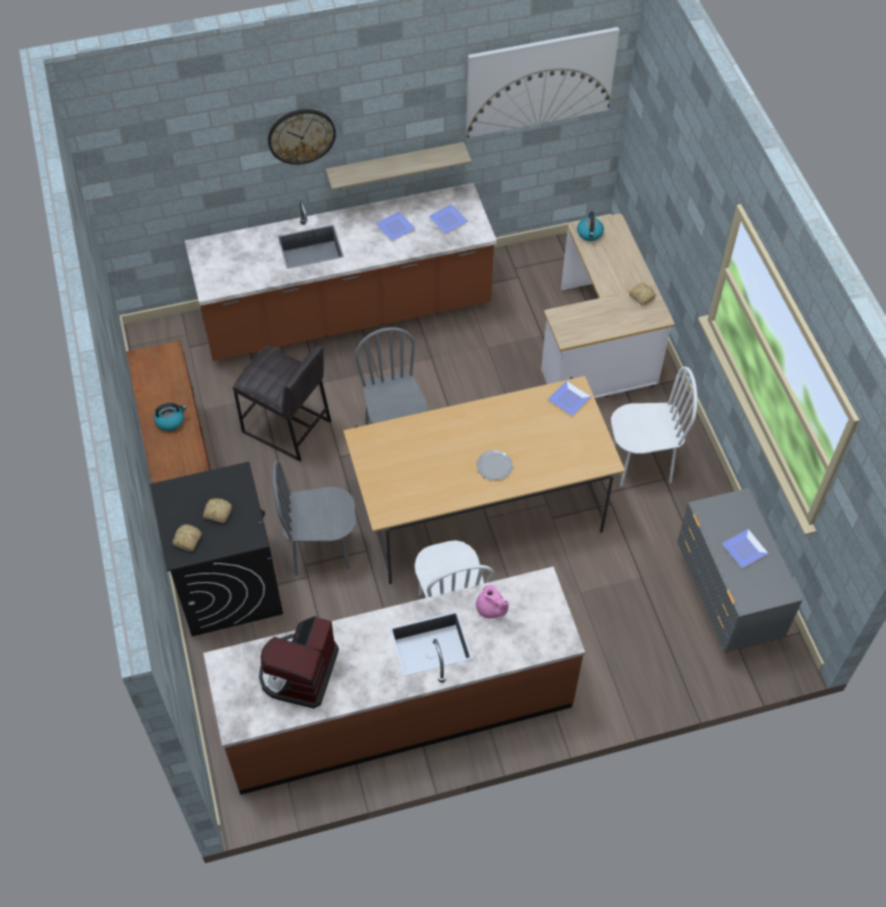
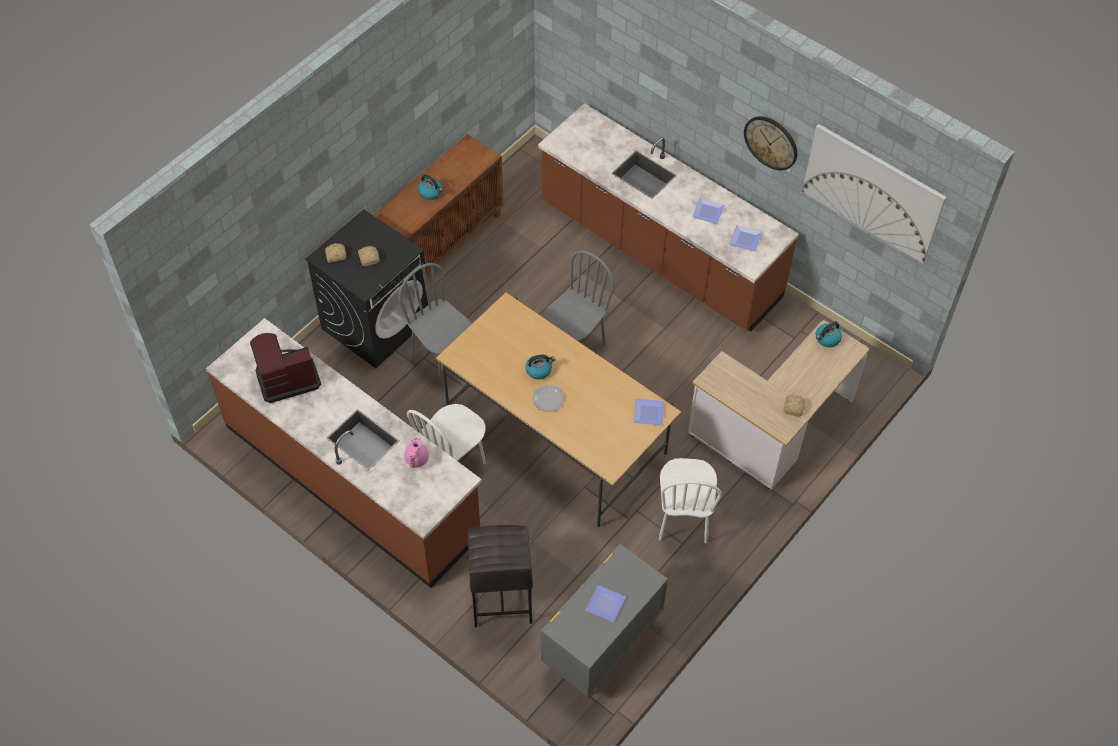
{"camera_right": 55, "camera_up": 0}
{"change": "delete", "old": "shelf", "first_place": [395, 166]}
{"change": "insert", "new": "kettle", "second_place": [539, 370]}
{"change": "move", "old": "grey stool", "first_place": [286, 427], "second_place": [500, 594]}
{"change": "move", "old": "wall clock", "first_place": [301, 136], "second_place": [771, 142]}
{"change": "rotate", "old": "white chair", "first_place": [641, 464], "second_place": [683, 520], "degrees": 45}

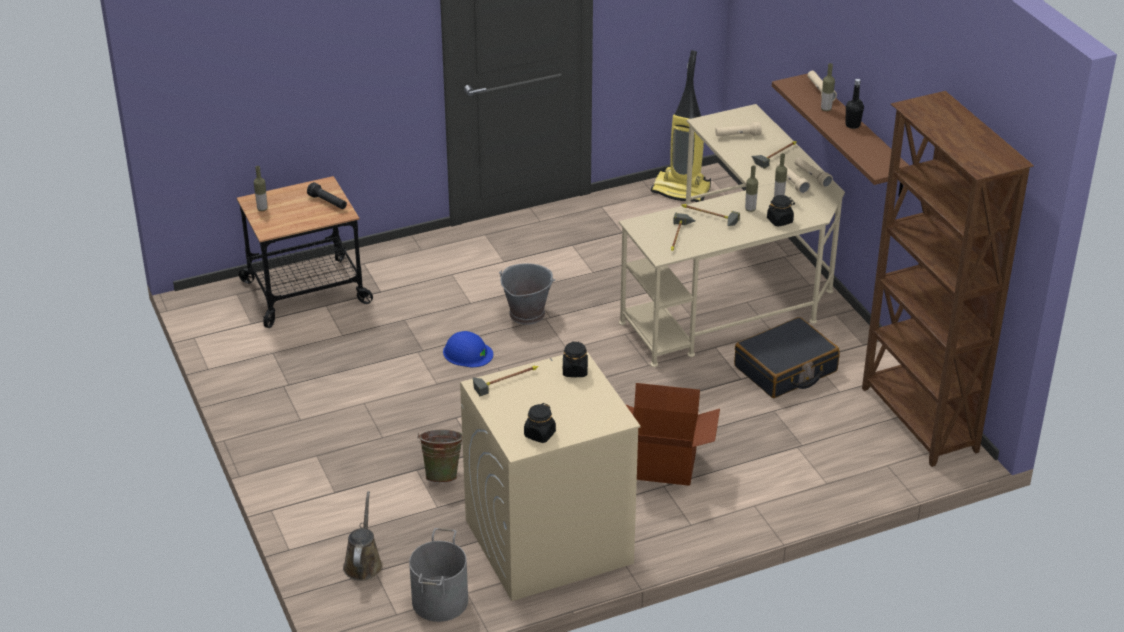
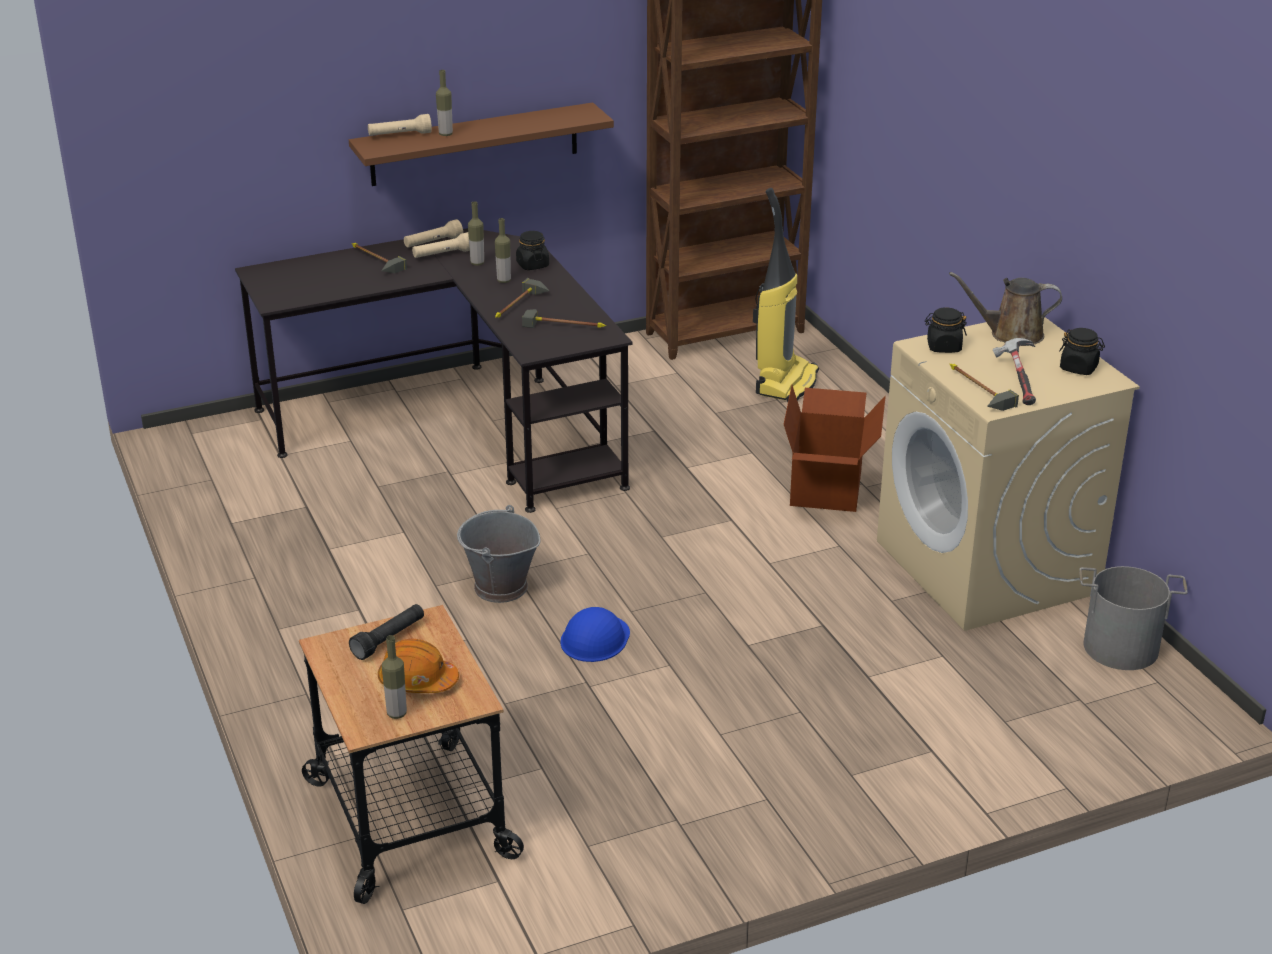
{"camera_right": -90, "camera_up": -5}
{"change": "delete", "old": "green bucket", "first_place": [443, 474]}
{"change": "delete", "old": "beige flashlight", "first_place": [737, 136]}
{"change": "delete", "old": "black suitcase", "first_place": [785, 369]}
{"change": "delete", "old": "black bottle", "first_place": [852, 125]}
{"change": "insert", "new": "orange hard hat", "second_place": [417, 681]}
{"change": "insert", "new": "hammer", "second_place": [1018, 380]}
{"change": "move", "old": "brown watering can", "first_place": [363, 563], "second_place": [1011, 334]}
{"change": "move", "old": "vacuum cleaner", "first_place": [682, 190], "second_place": [785, 383]}
{"change": "recolor", "old": "beige desk", "new": "black desk", "first_place": [736, 286], "second_place": [457, 425]}

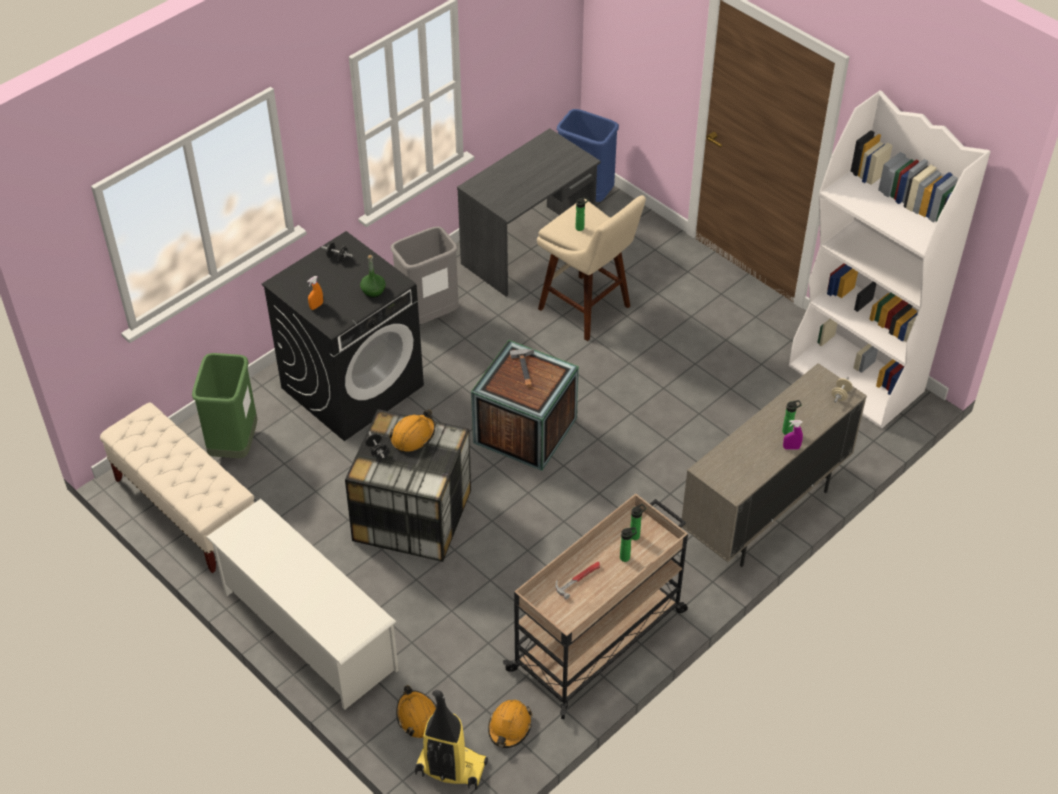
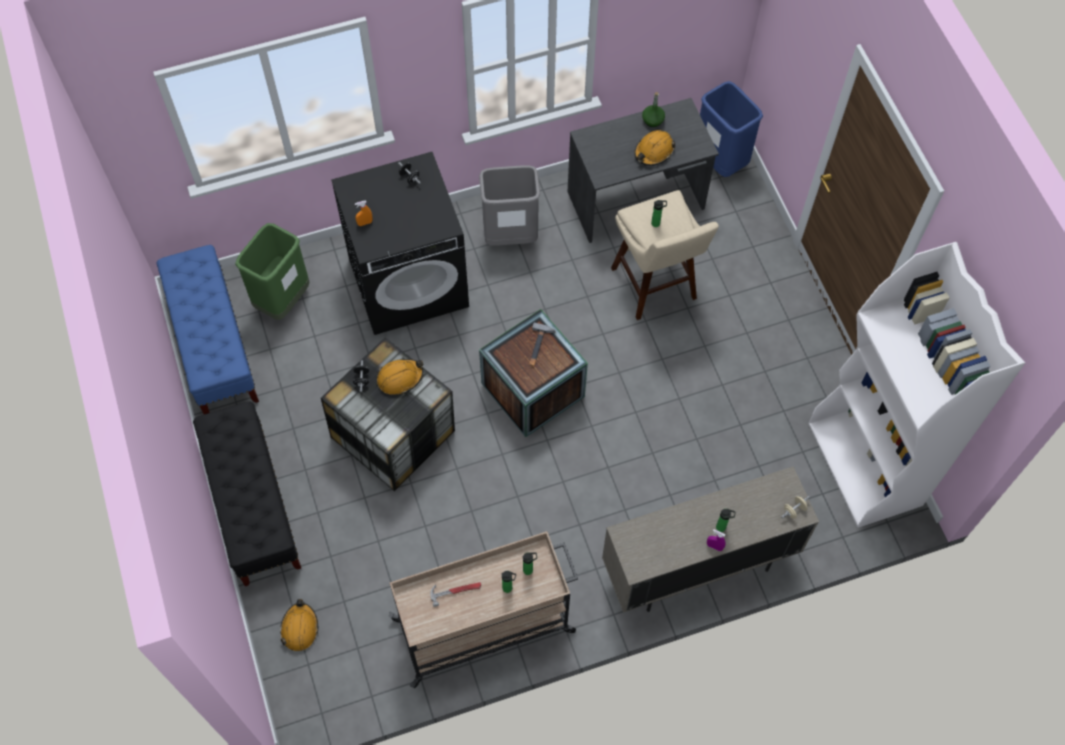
{"camera_right": 25, "camera_up": 15}
{"change": "delete", "old": "vacuum cleaner", "first_place": [450, 769]}
{"change": "move", "old": "green bottle", "first_place": [373, 291], "second_place": [652, 120]}
{"change": "move", "old": "orange hard hat", "first_place": [509, 727], "second_place": [653, 151]}
{"change": "replace", "old": "white shoe rack", "new": "black bench", "first_place": [308, 630], "second_place": [254, 507]}
{"change": "recolor", "old": "beige bench", "new": "blue bench", "first_place": [186, 509], "second_place": [215, 347]}

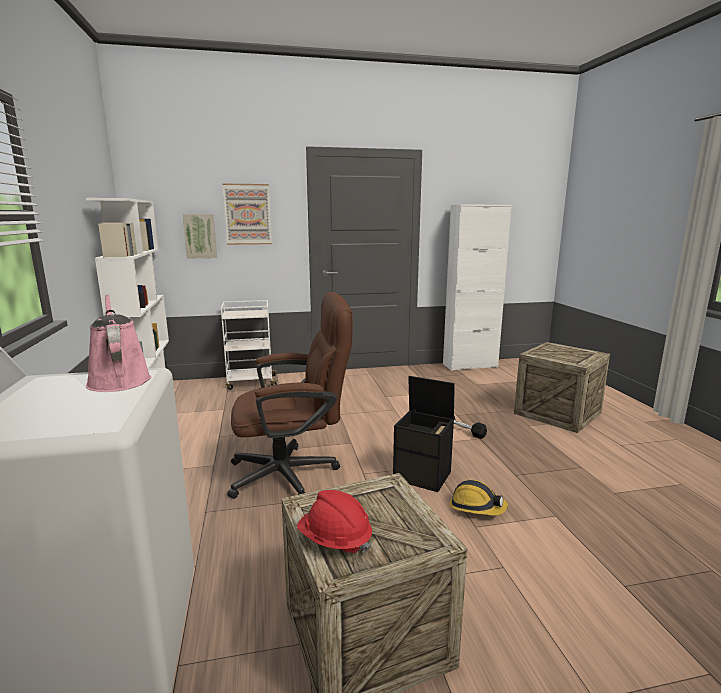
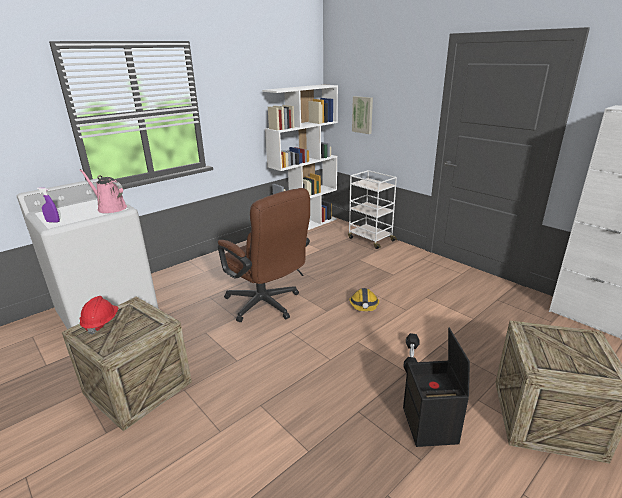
{"camera_right": 60, "camera_up": 10}
{"change": "delete", "old": "picture", "first_place": [247, 214]}
{"change": "insert", "new": "purple spray bottle", "second_place": [53, 221]}
{"change": "move", "old": "black storage box", "first_place": [423, 476], "second_place": [431, 426]}
{"change": "move", "old": "hard hat", "first_place": [476, 507], "second_place": [364, 305]}
{"change": "rotate", "old": "pink watering can", "first_place": [119, 379], "second_place": [110, 208], "degrees": -90}

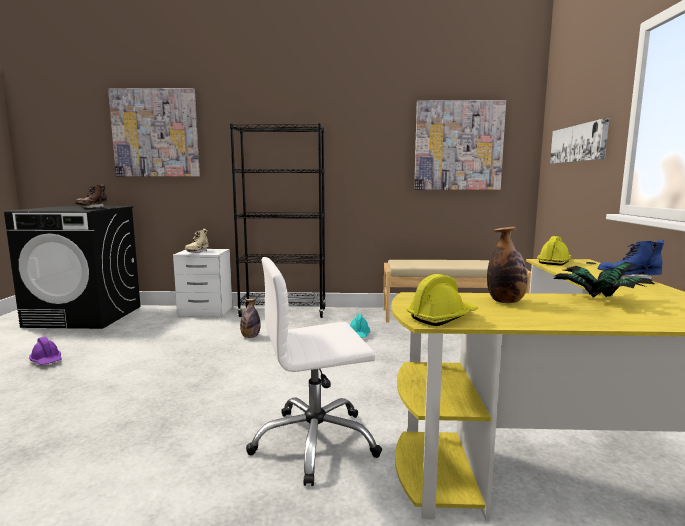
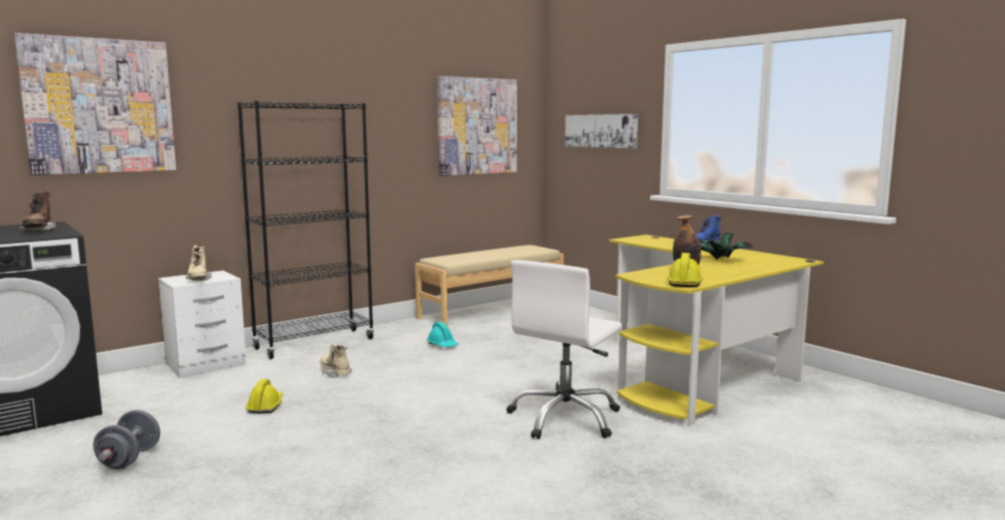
{"camera_right": -40, "camera_up": 0}
{"change": "move", "old": "yellow hard hat", "first_place": [554, 262], "second_place": [265, 406]}
{"change": "replace", "old": "purple hard hat", "new": "grey dumbbell", "first_place": [47, 361], "second_place": [129, 459]}
{"change": "replace", "old": "bottle", "new": "beige boot", "first_place": [250, 337], "second_place": [335, 372]}

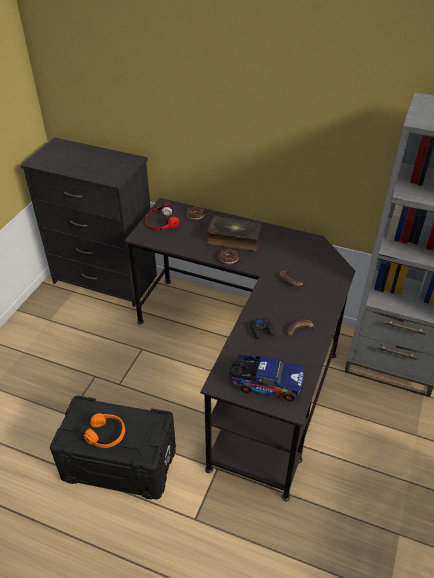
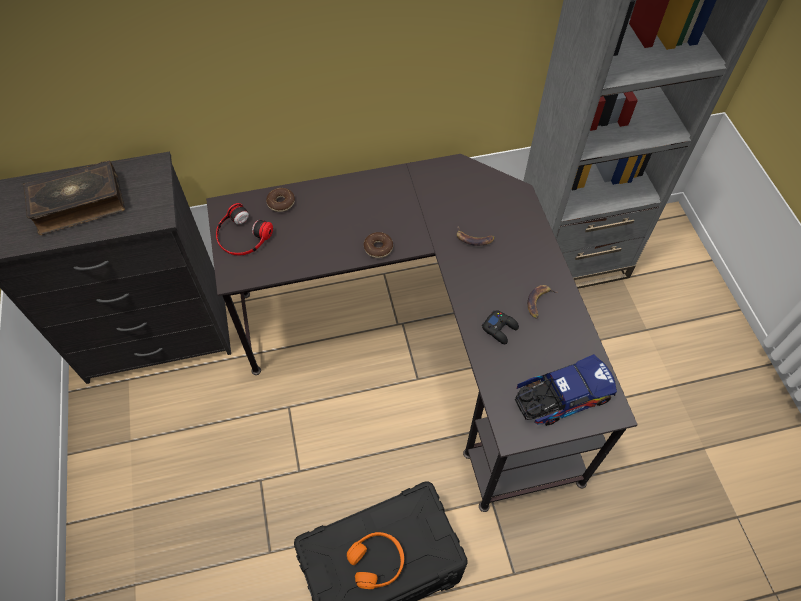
{"camera_right": -35, "camera_up": 15}
{"change": "move", "old": "book", "first_place": [234, 239], "second_place": [79, 205]}

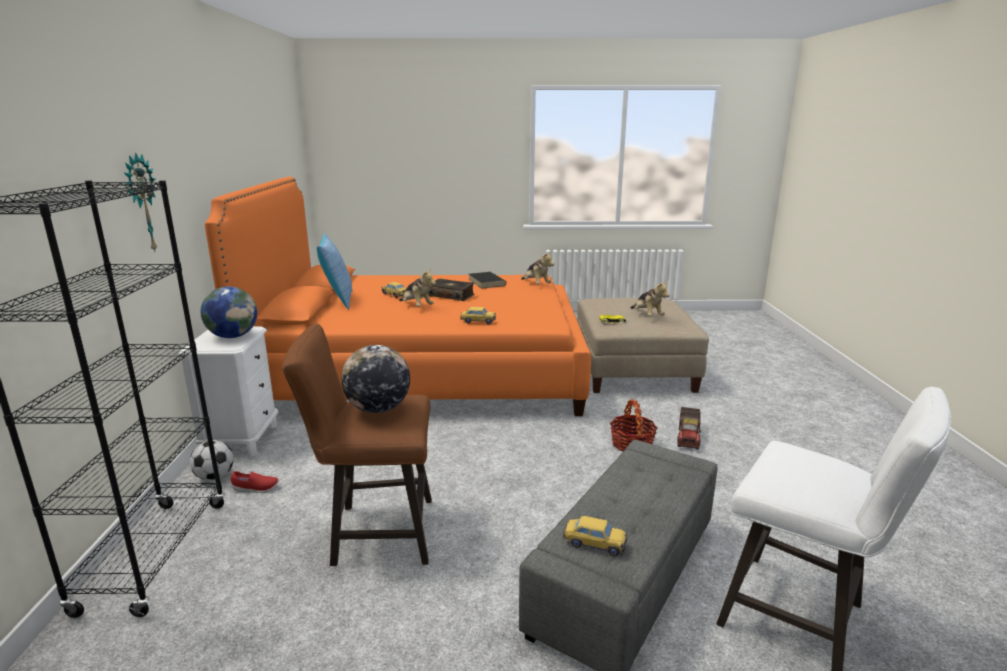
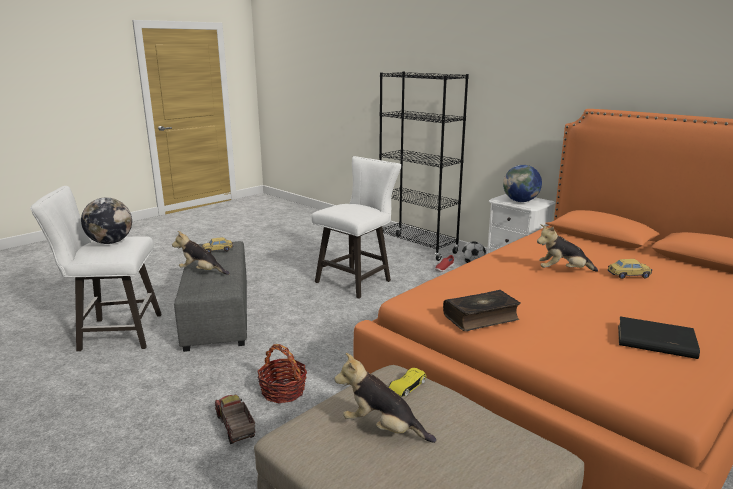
{"camera_right": 135, "camera_up": 0}
{"change": "delete", "old": "wall clock", "first_place": [141, 204]}
{"change": "delete", "old": "pillow", "first_place": [338, 300]}
{"change": "delete", "old": "toy car", "first_place": [478, 322]}
{"change": "move", "old": "globe", "first_place": [378, 409], "second_place": [110, 242]}
{"change": "move", "old": "book", "first_place": [451, 295], "second_place": [481, 318]}
{"change": "move", "old": "plush toy", "first_place": [536, 284], "second_place": [201, 272]}
{"change": "recolor", "old": "brown stool", "new": "white stool", "first_place": [374, 532], "second_place": [357, 280]}

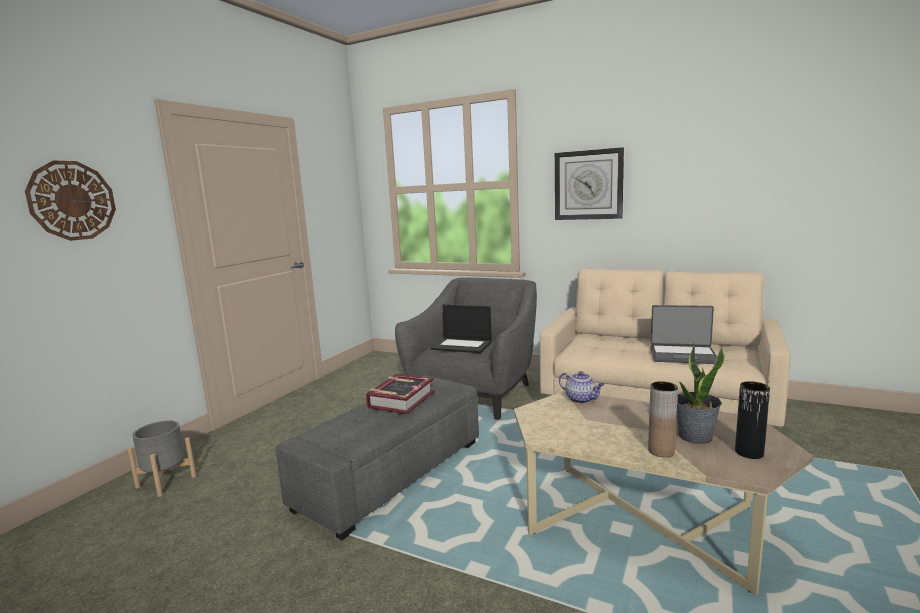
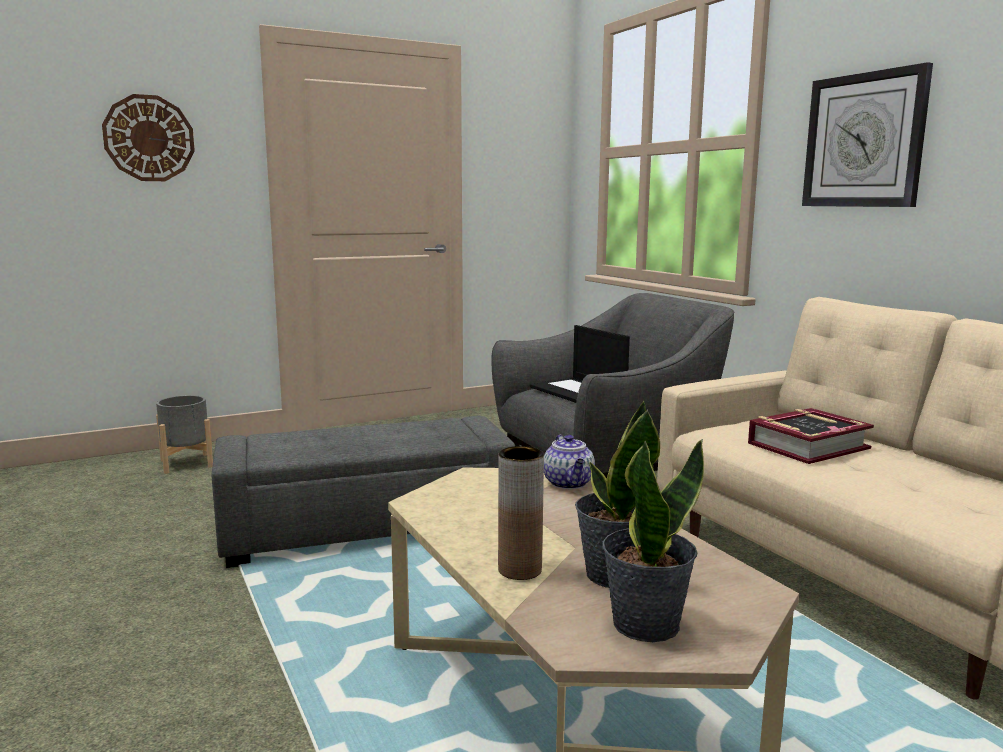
{"camera_right": 35, "camera_up": 0}
{"change": "delete", "old": "laptop", "first_place": [683, 355]}
{"change": "move", "old": "book", "first_place": [401, 399], "second_place": [807, 446]}
{"change": "replace", "old": "black vase", "new": "potted plant", "first_place": [749, 452], "second_place": [644, 623]}

